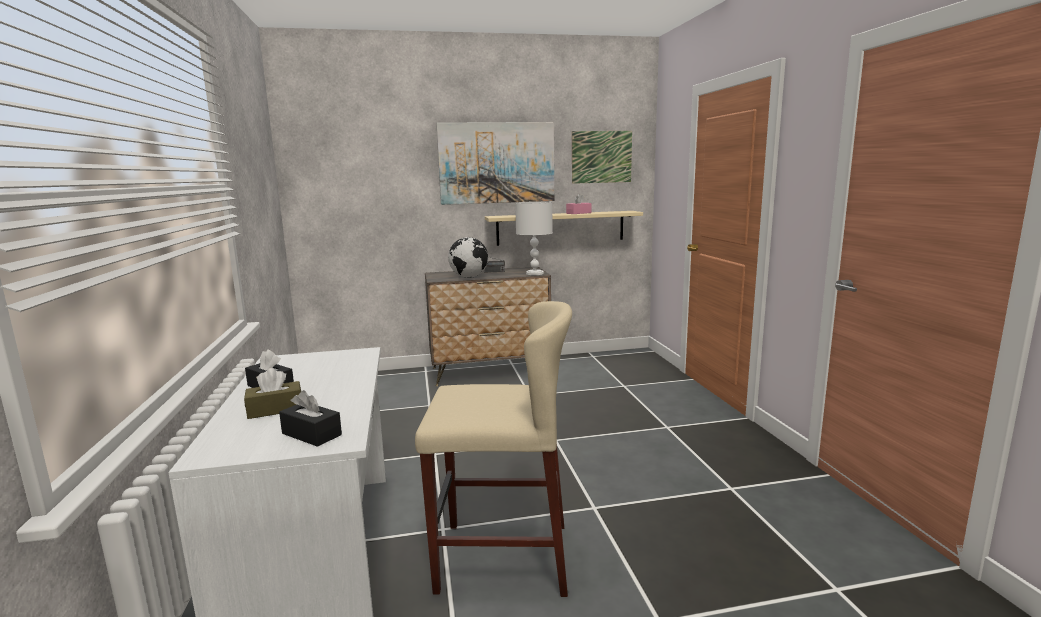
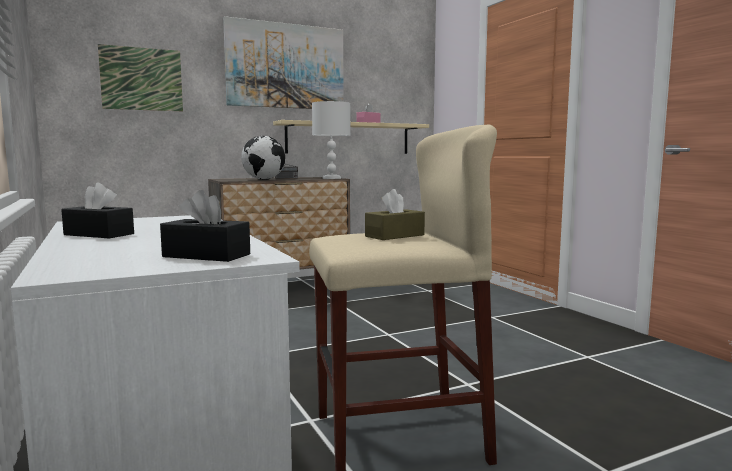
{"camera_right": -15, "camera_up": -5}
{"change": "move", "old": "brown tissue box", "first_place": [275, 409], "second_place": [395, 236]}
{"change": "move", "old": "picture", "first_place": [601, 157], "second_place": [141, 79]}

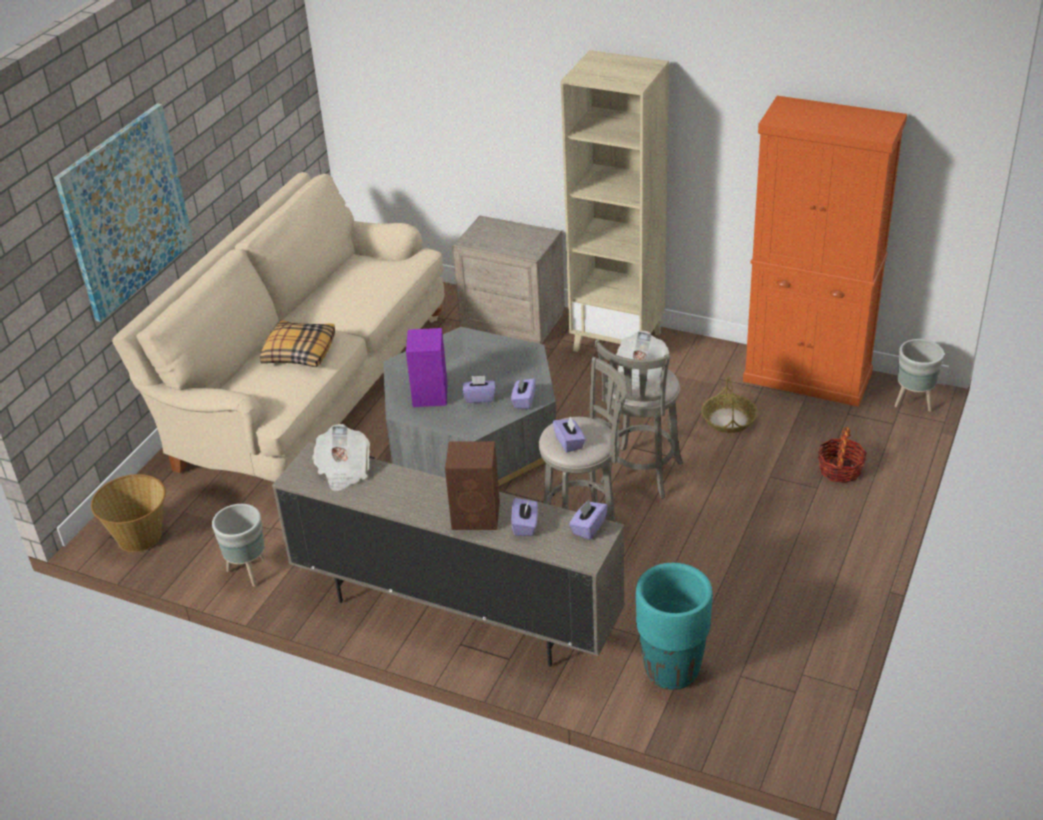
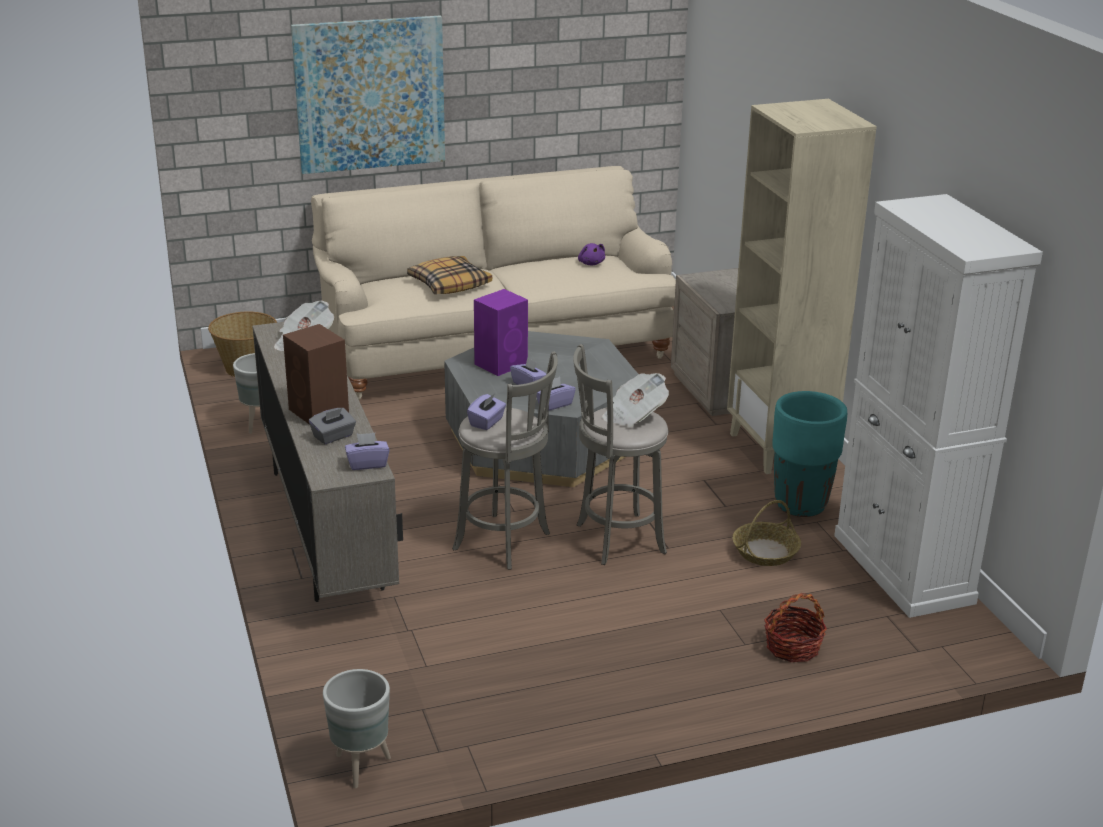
{"camera_right": 45, "camera_up": -10}
{"change": "insert", "new": "purple plush toy", "second_place": [591, 263]}
{"change": "move", "old": "turquoise planter", "first_place": [672, 671], "second_place": [801, 505]}
{"change": "move", "old": "grey planter", "first_place": [914, 403], "second_place": [361, 767]}
{"change": "recolor", "old": "purple tissue box", "new": "grey tissue box", "first_place": [525, 526], "second_place": [333, 436]}
{"change": "recolor", "old": "orange cabinet", "new": "white cabinet", "first_place": [807, 377], "second_place": [903, 569]}

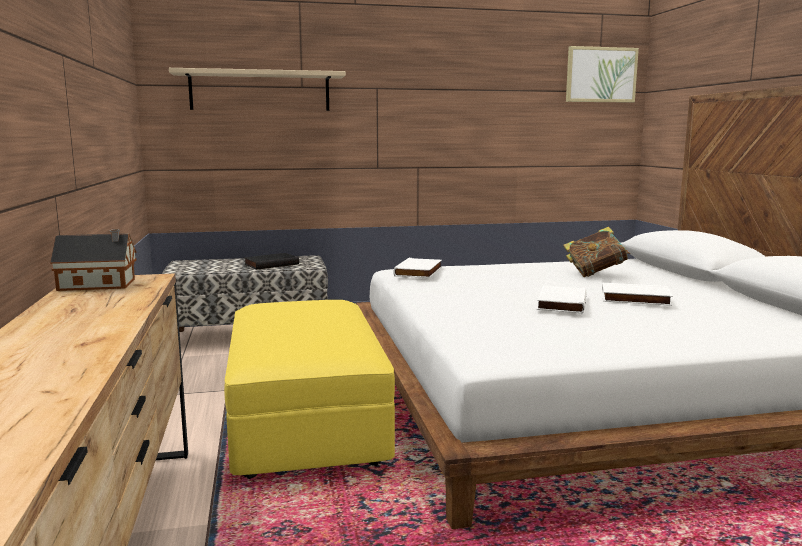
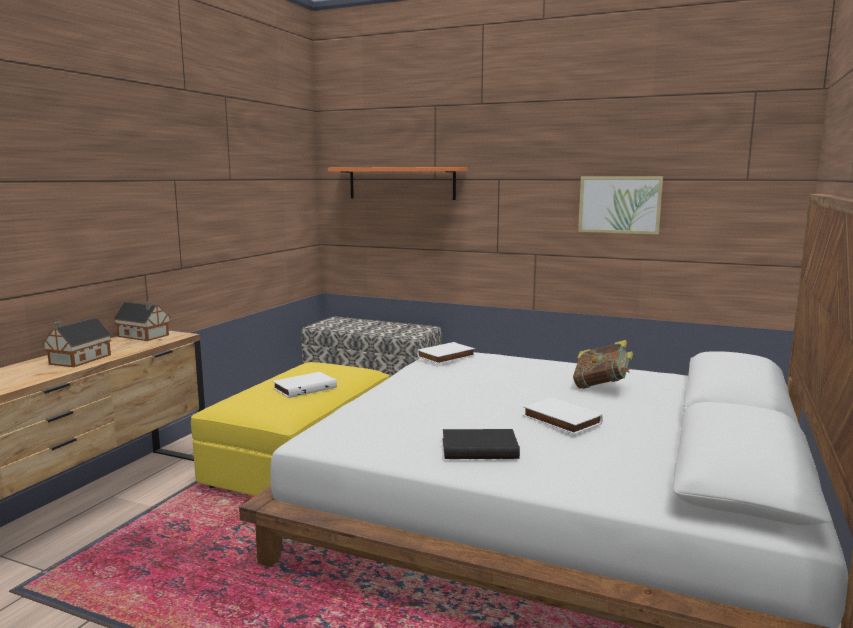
{"camera_right": 35, "camera_up": 0}
{"change": "insert", "new": "toy house", "second_place": [78, 360]}
{"change": "move", "old": "black book", "first_place": [271, 264], "second_place": [480, 448]}
{"change": "move", "old": "white book", "first_place": [560, 303], "second_place": [304, 388]}
{"change": "move", "old": "picture", "first_place": [601, 75], "second_place": [619, 204]}
{"change": "recolor", "old": "beige shelf", "new": "orange shelf", "first_place": [260, 91], "second_place": [401, 183]}

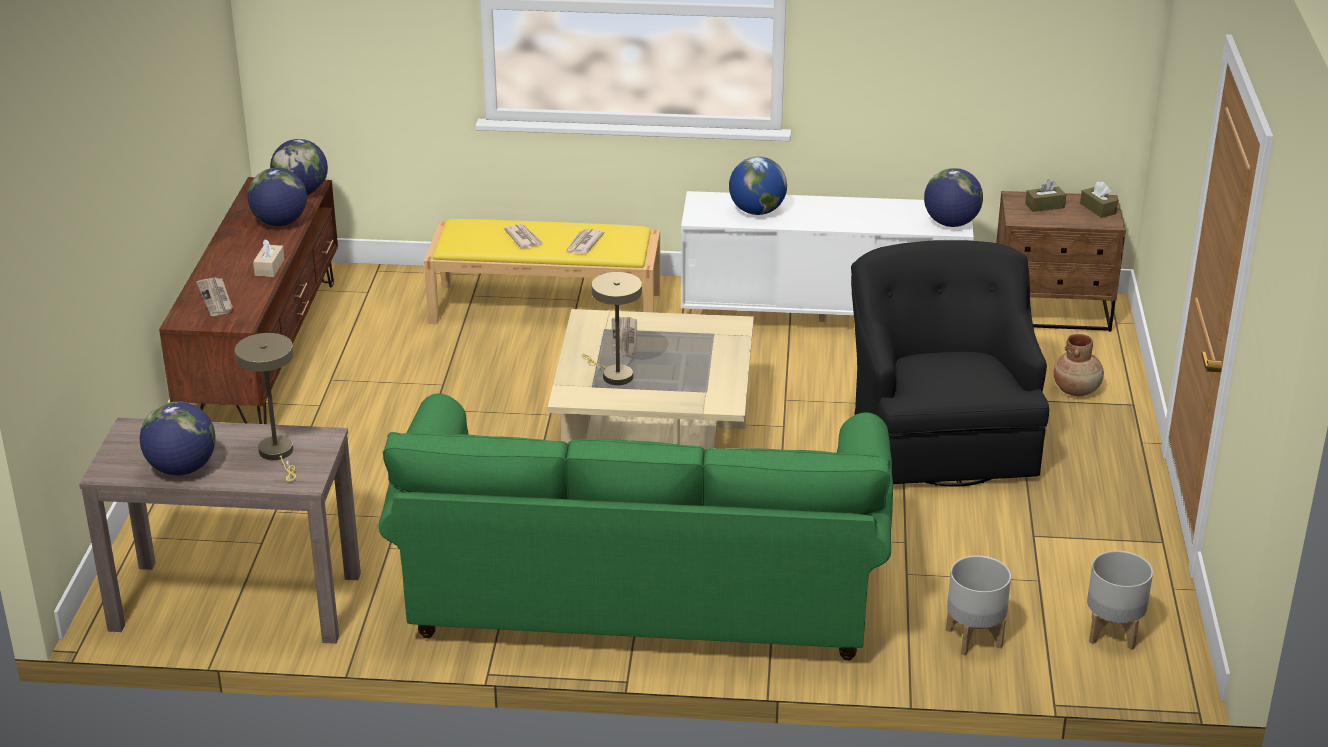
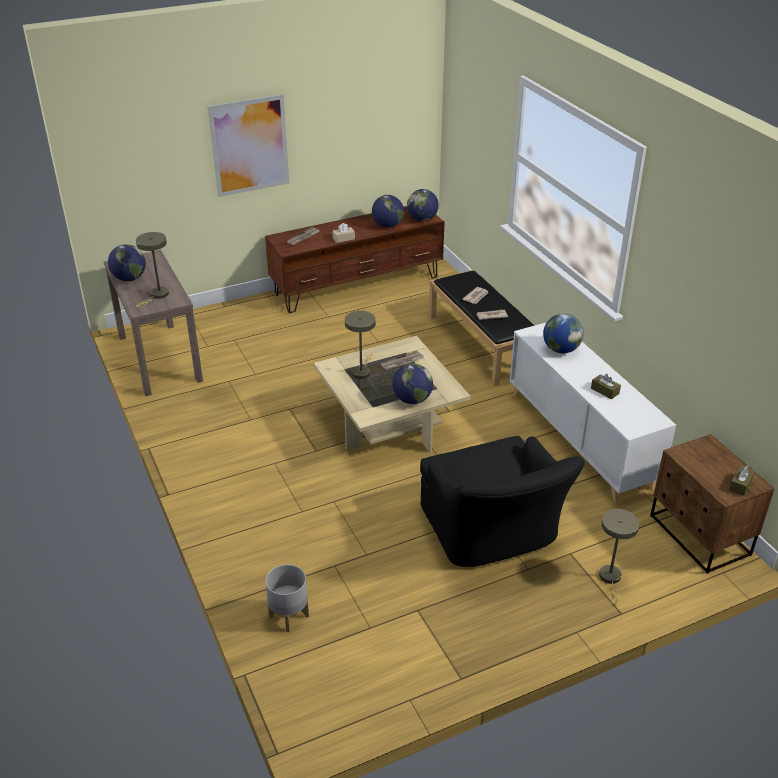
{"camera_right": 60, "camera_up": 5}
{"change": "delete", "old": "green sofa", "first_place": [642, 592]}
{"change": "delete", "old": "grey planter", "first_place": [1113, 633]}
{"change": "insert", "new": "picture", "second_place": [249, 145]}
{"change": "move", "old": "globe", "first_place": [951, 223], "second_place": [412, 400]}
{"change": "move", "old": "brown tissue box", "first_place": [1044, 206], "second_place": [605, 391]}
{"change": "replace", "old": "brown vase", "new": "beige table lamp", "first_place": [1076, 390], "second_place": [611, 579]}
{"change": "recolor", "old": "yellow bench", "new": "black bench", "first_place": [547, 307], "second_place": [483, 343]}
{"change": "rotate", "old": "black armchair", "first_place": [941, 437], "second_place": [493, 533], "degrees": 105}

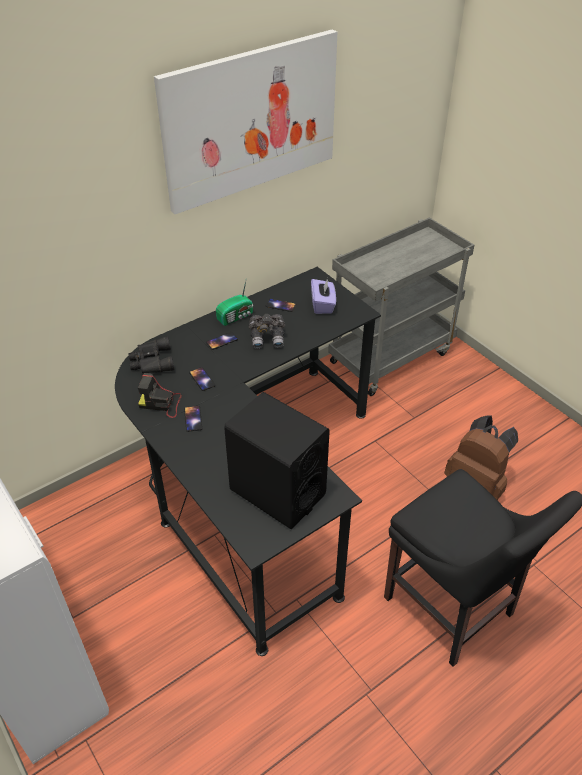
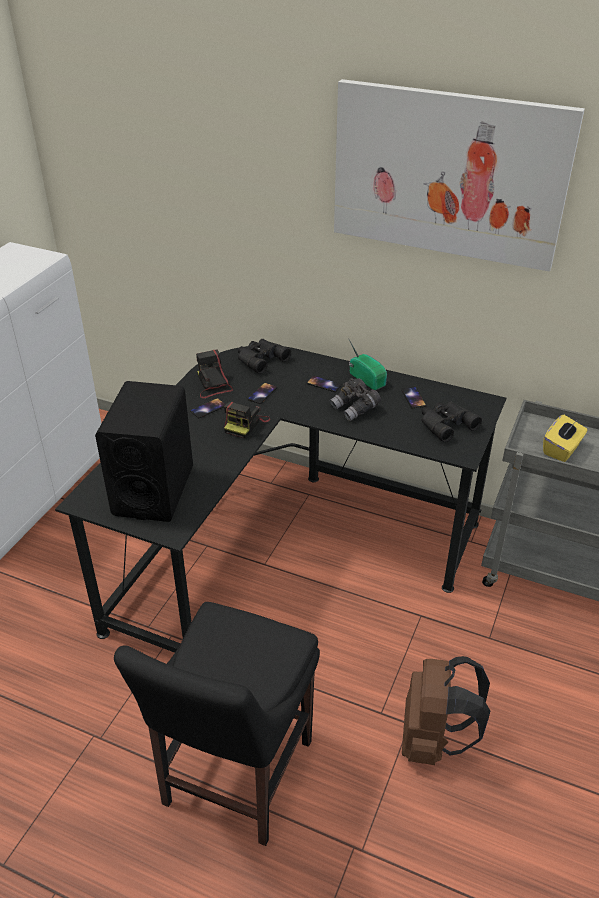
{"camera_right": 60, "camera_up": -5}
{"change": "insert", "new": "photo camera", "second_place": [245, 424]}
{"change": "insert", "new": "yellow tissue box", "second_place": [562, 449]}
{"change": "replace", "old": "purple tissue box", "new": "black binoculars", "first_place": [323, 305], "second_place": [445, 424]}
{"change": "rotate", "old": "radio", "first_place": [236, 316], "second_place": [367, 379], "degrees": -150}

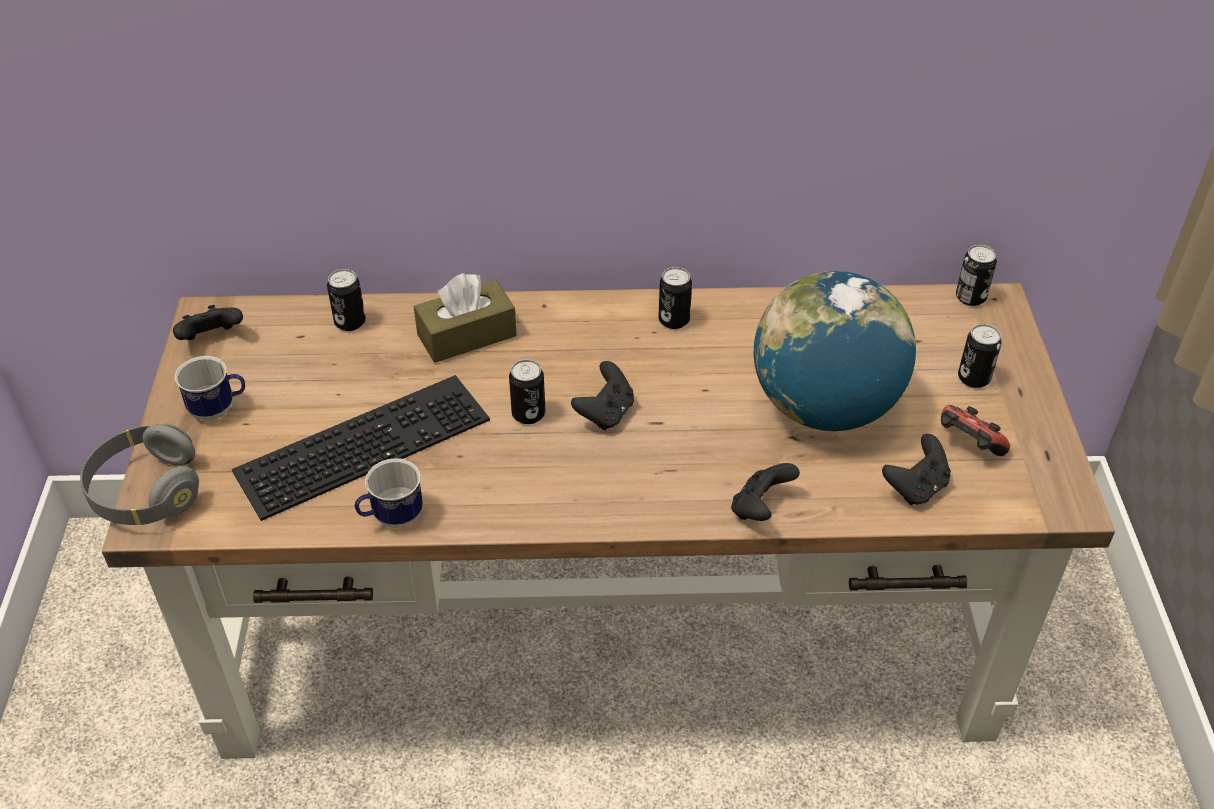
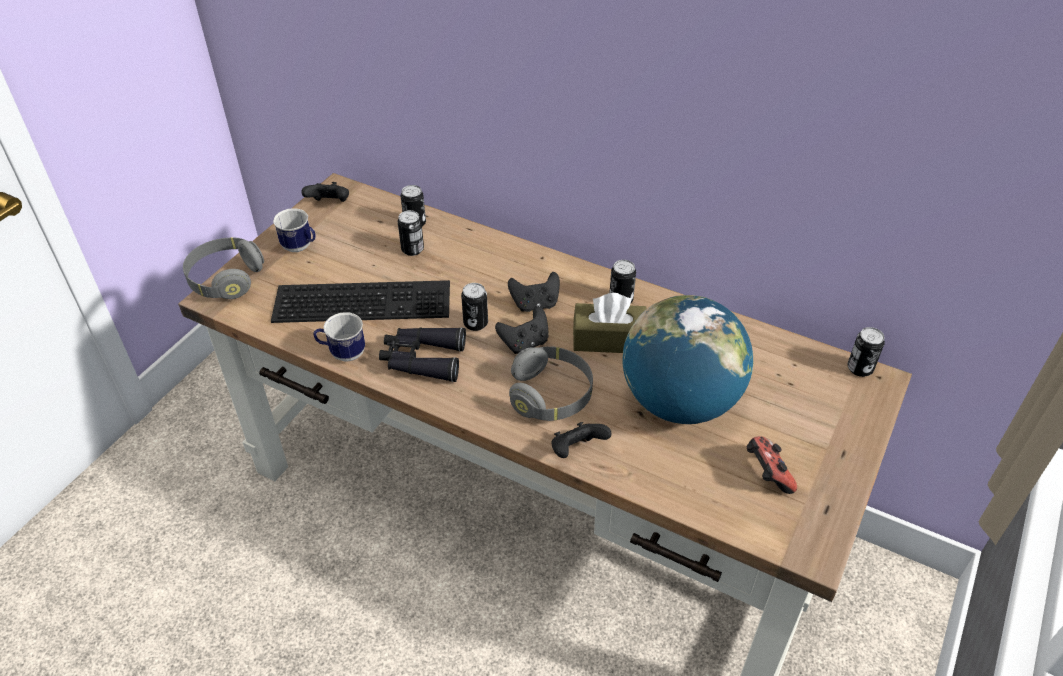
{"camera_right": 30, "camera_up": 0}
{"change": "insert", "new": "black binoculars", "second_place": [422, 359]}
{"change": "insert", "new": "grey headphones", "second_place": [551, 395]}
{"change": "move", "old": "brown tissue box", "first_place": [467, 335], "second_place": [609, 339]}
{"change": "move", "old": "black game controller", "first_place": [916, 487], "second_place": [535, 304]}
{"change": "move", "old": "can", "first_place": [973, 378], "second_place": [412, 249]}

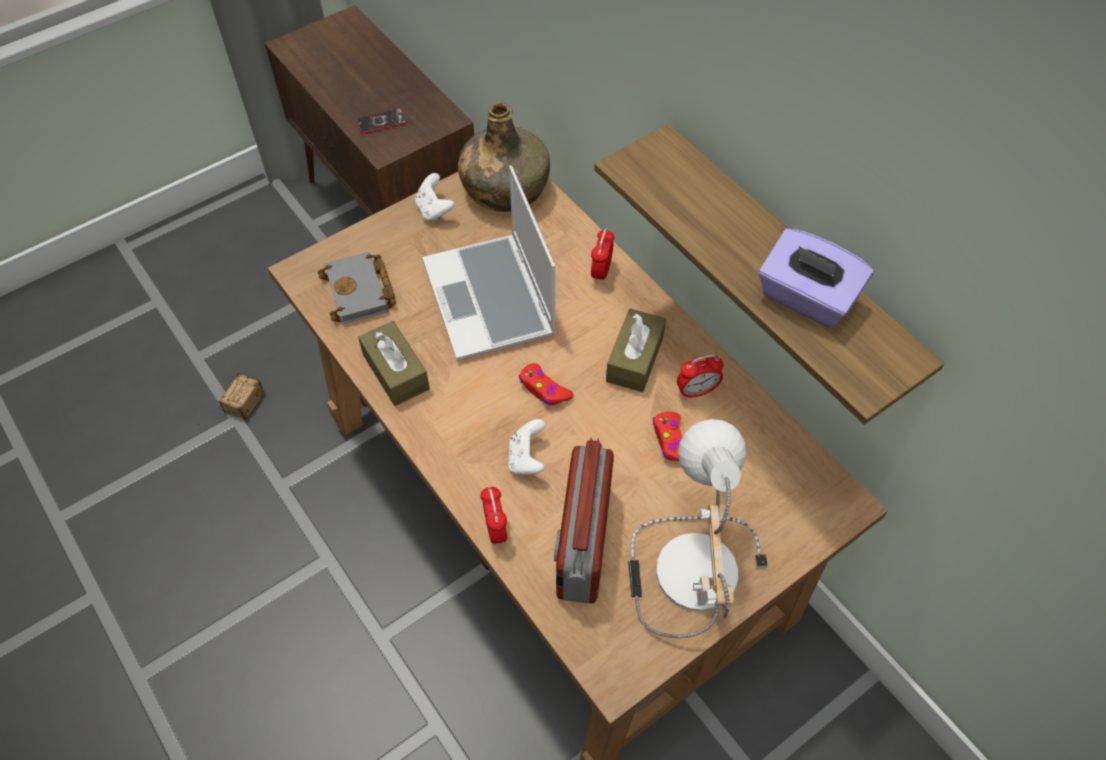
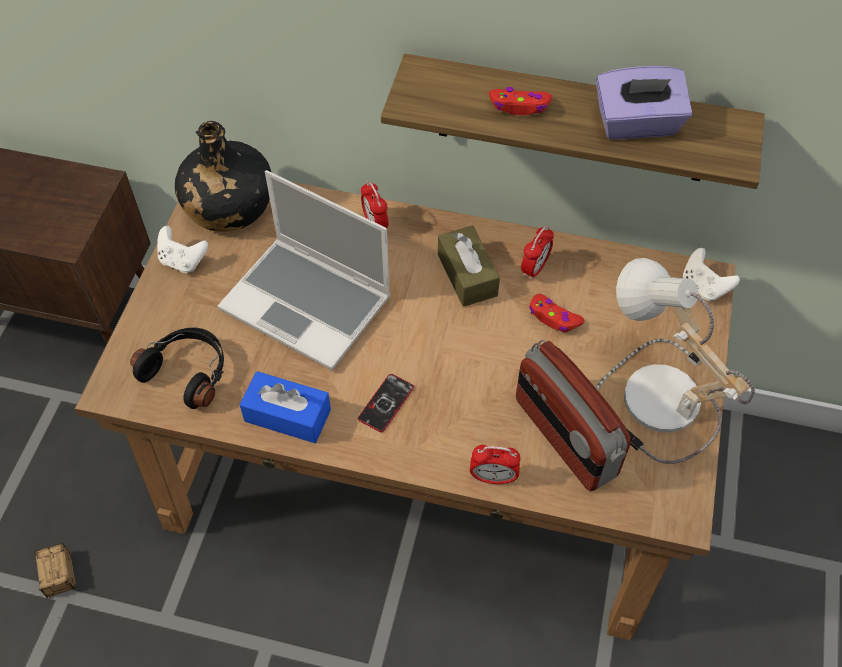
{"camera_right": -40, "camera_up": 0}
{"change": "move", "old": "phone", "first_place": [381, 122], "second_place": [386, 403]}
{"change": "move", "old": "white game controller", "first_place": [527, 458], "second_place": [703, 287]}
{"change": "move", "old": "red game controller", "first_place": [544, 389], "second_place": [519, 106]}
{"change": "replace", "old": "grey book", "new": "black headphones", "first_place": [361, 293], "second_place": [188, 371]}
{"change": "recolor", "old": "brown tissue box", "new": "blue tissue box", "first_place": [396, 372], "second_place": [287, 415]}
{"change": "recolor", "old": "green bottle", "new": "black bottle", "first_place": [505, 189], "second_place": [228, 206]}
{"change": "rotate", "old": "alarm clock", "first_place": [495, 529], "second_place": [493, 477], "degrees": 150}

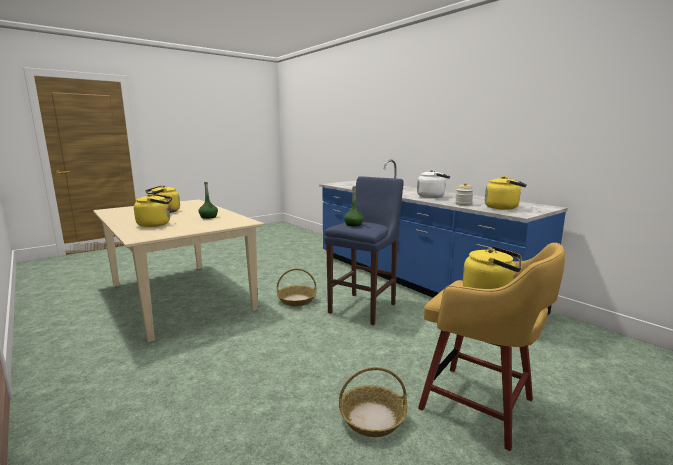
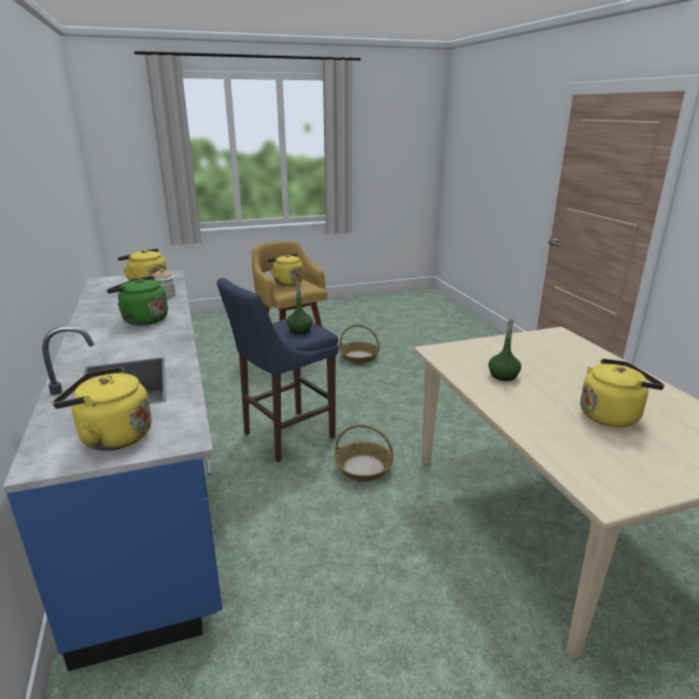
{"camera_right": -160, "camera_up": 10}
{"change": "move", "old": "yellow kettle", "first_place": [156, 224], "second_place": [112, 437]}
{"change": "recolor", "old": "white kettle", "new": "green kettle", "first_place": [432, 196], "second_place": [142, 320]}

